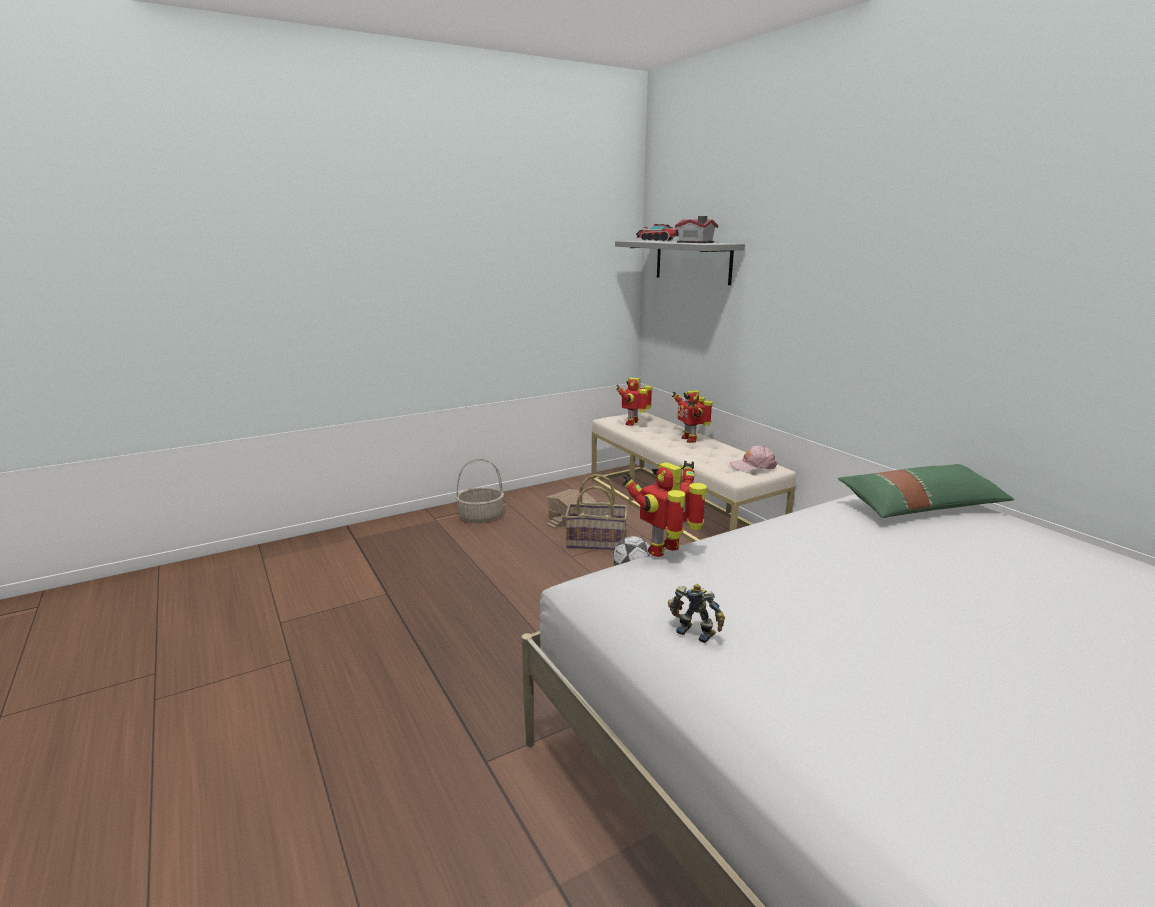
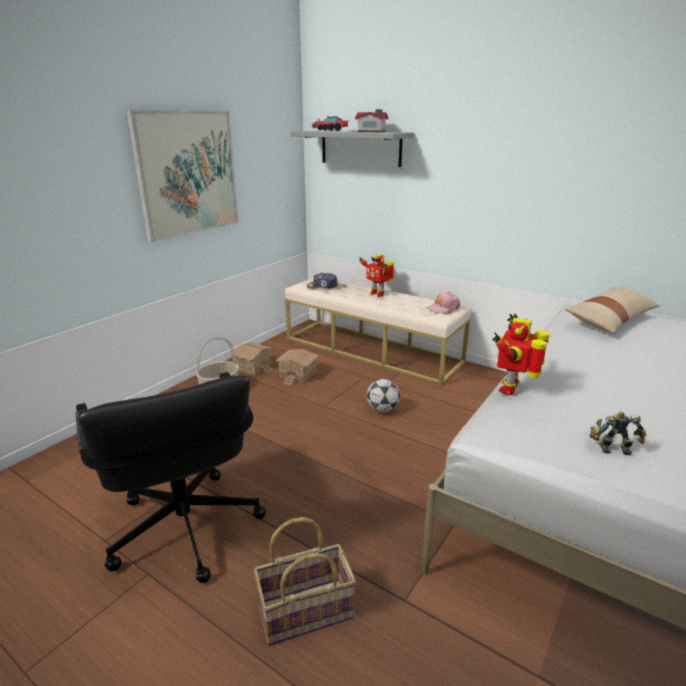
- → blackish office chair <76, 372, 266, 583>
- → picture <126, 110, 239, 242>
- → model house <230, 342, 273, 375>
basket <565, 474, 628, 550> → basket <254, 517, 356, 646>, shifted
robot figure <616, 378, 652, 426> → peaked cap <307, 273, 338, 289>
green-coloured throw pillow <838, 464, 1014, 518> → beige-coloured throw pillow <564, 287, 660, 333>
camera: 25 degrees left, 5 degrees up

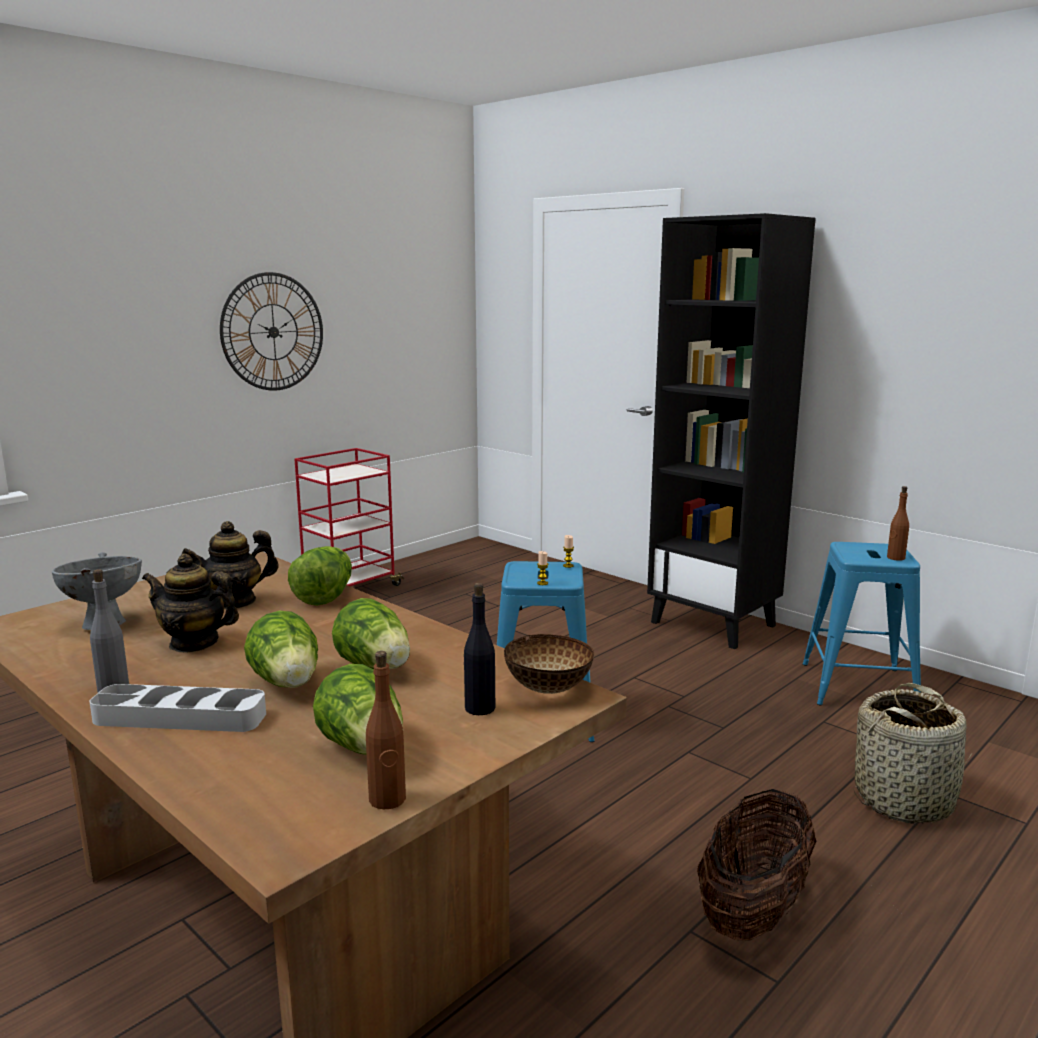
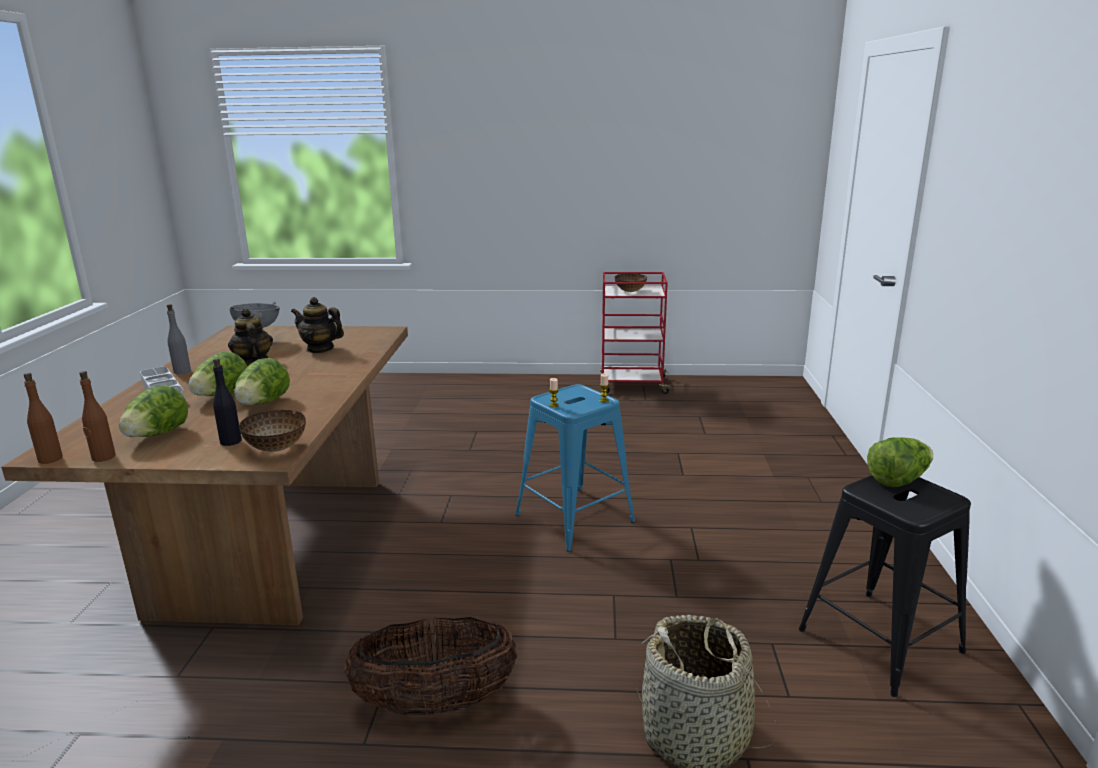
hanging clock <220, 272, 323, 391> → -
blackish bookcase <647, 213, 816, 649> → -
- → deep dish <615, 273, 647, 292>
head of lettuce <288, 546, 352, 606> → head of lettuce <867, 437, 933, 487>, shifted
brownish bottle <887, 486, 909, 561> → brownish bottle <24, 373, 63, 464>, shifted
blue-coloured stool <803, 542, 921, 705> → blackish stool <799, 475, 971, 697>
camera: 50 degrees right, 5 degrees up

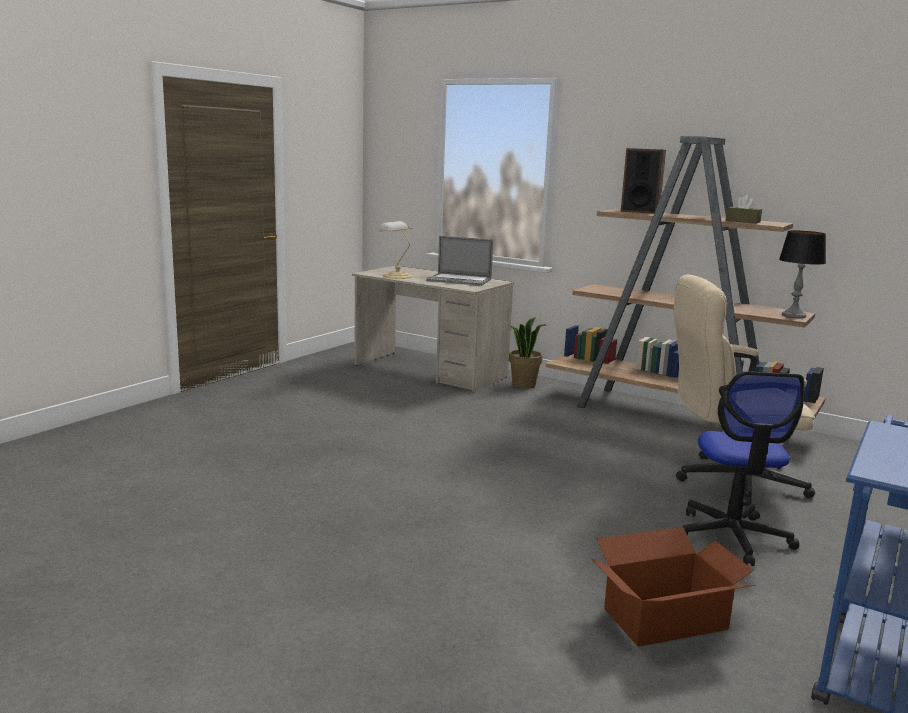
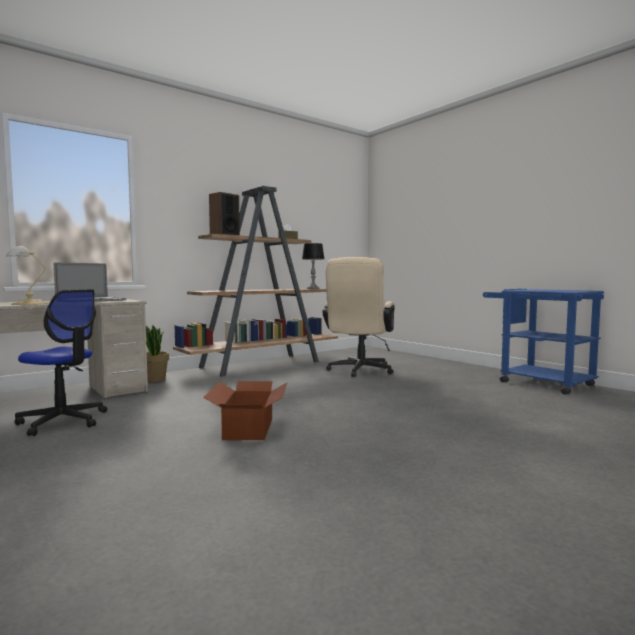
cardboard box <591, 527, 756, 647> → cardboard box <203, 381, 288, 440>, shifted
office chair <682, 371, 804, 566> → office chair <15, 289, 107, 436>, shifted
camera: 70 degrees left, 10 degrees down

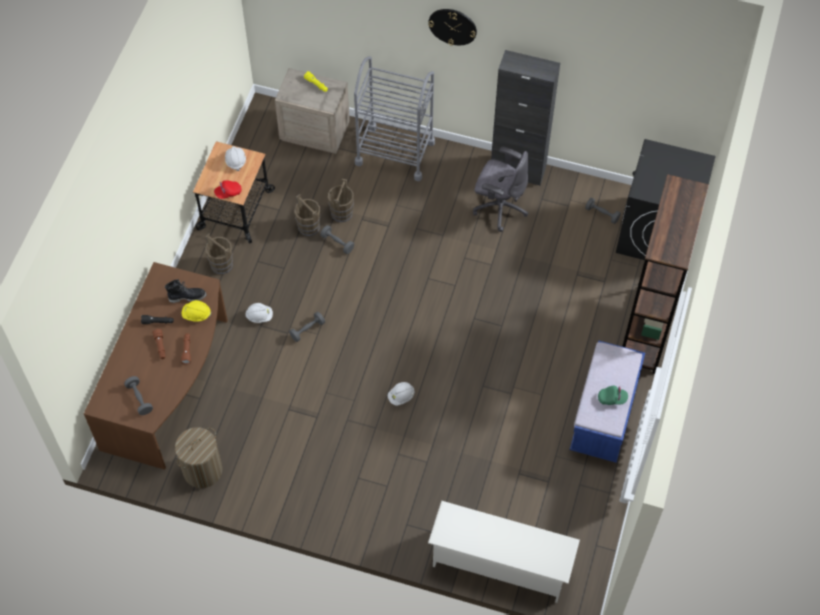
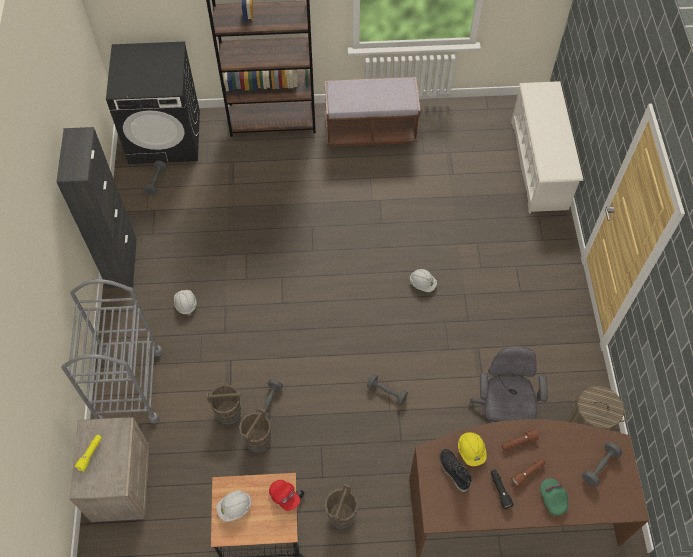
hanging clock <428, 9, 477, 46> → -
whitish work helmet <245, 303, 273, 323> → whitish work helmet <174, 290, 197, 316>, shifted
grey office chair <473, 147, 528, 232> → grey office chair <469, 346, 548, 423>, shifted
green-coloured peaked cap <598, 385, 628, 405> → green-coloured peaked cap <540, 478, 568, 515>, shifted
blue-coloured long seat <570, 341, 645, 463> → brownish long seat <325, 77, 421, 147>
camera: 110 degrees left, 0 degrees up

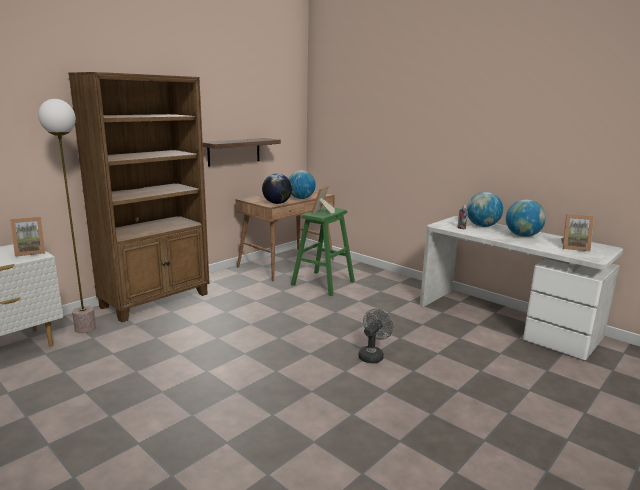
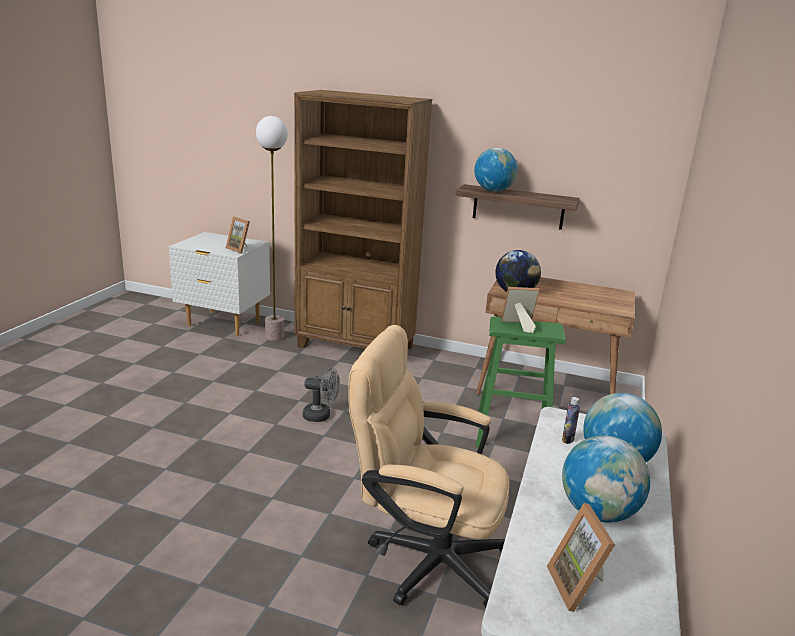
- → beige-coloured office chair <349, 325, 510, 608>
world globe <289, 170, 316, 199> → world globe <474, 148, 518, 192>, shifted
grey electric fan <358, 309, 393, 363> → grey electric fan <303, 368, 340, 422>, shifted
camera: 65 degrees right, 5 degrees up

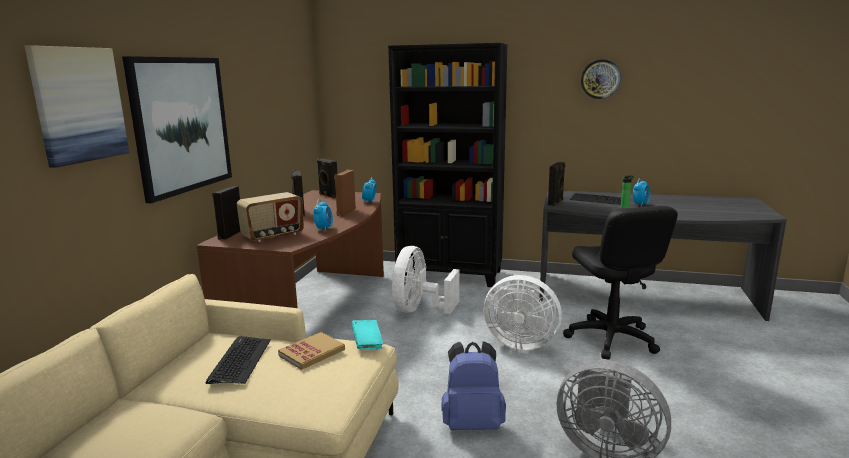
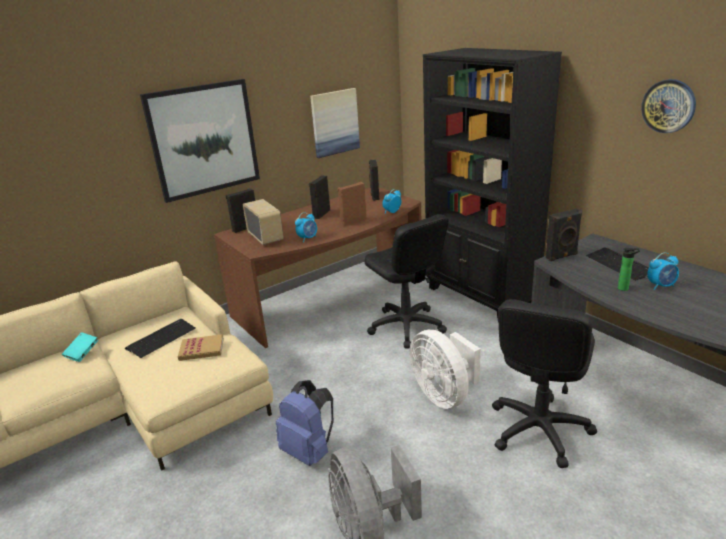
picture <24, 45, 129, 168> → picture <310, 88, 360, 158>, shifted
turquoise book <351, 320, 384, 349> → turquoise book <62, 332, 98, 362>, shifted
whitish electric fan <392, 246, 460, 314> → blackish office chair <364, 214, 449, 349>
radio <237, 192, 304, 242> → radio <243, 199, 284, 245>, 120 degrees counterclockwise
camera: 40 degrees right, 10 degrees up

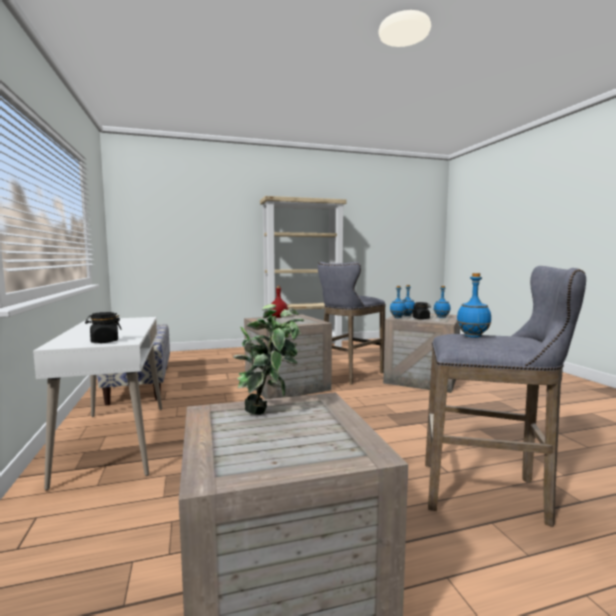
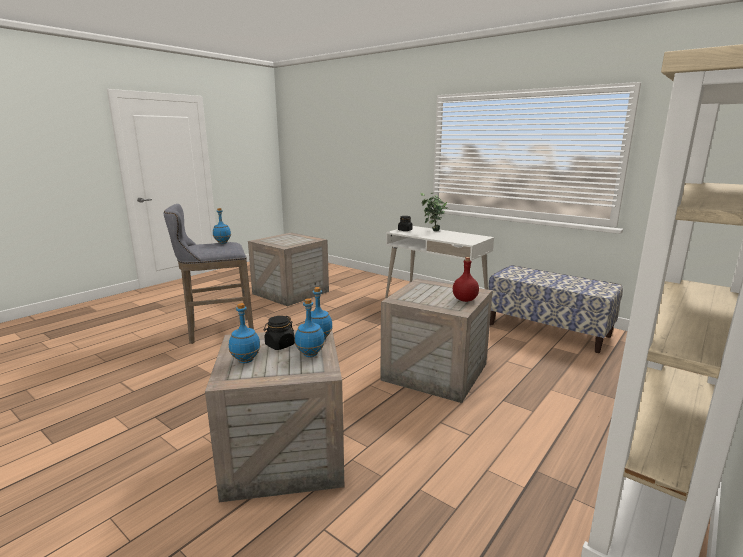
grey stool <318, 262, 386, 385> → -
potted plant <233, 304, 304, 415> → potted plant <420, 193, 447, 231>, shifted
camera: 145 degrees right, 10 degrees up

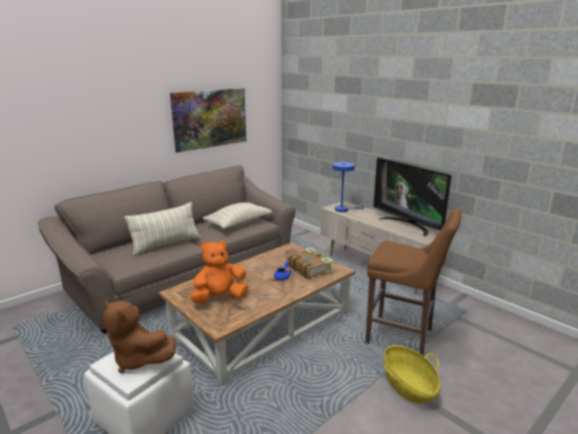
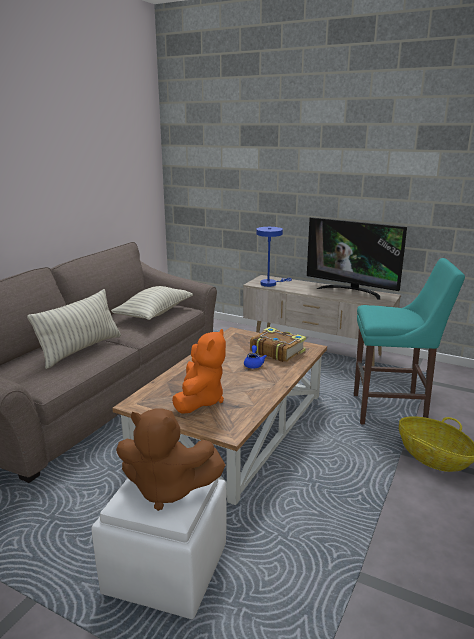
picture <170, 88, 246, 152> → -
brownish stool <365, 209, 461, 356> → turquoise stool <354, 258, 465, 425>
orangey soft toy <190, 240, 248, 303> → orangey soft toy <172, 329, 226, 414>, 150 degrees clockwise
camera: 20 degrees left, 0 degrees up

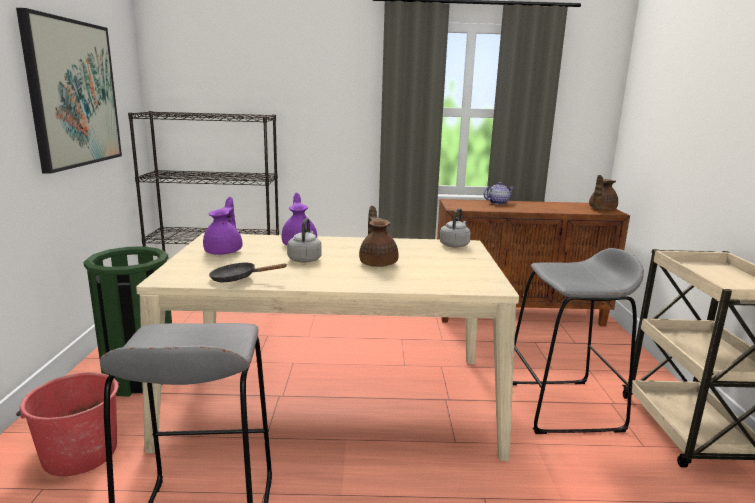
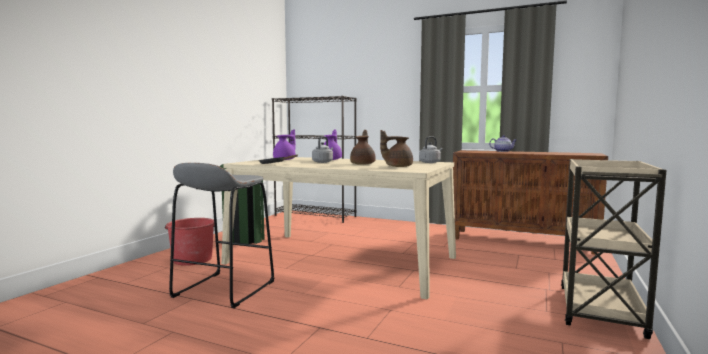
picture <16, 8, 122, 174> → -
grey stool <513, 248, 644, 434> → -
brownish teapot <589, 175, 618, 211> → brownish teapot <380, 130, 413, 167>, shifted
camera: 25 degrees right, 10 degrees down

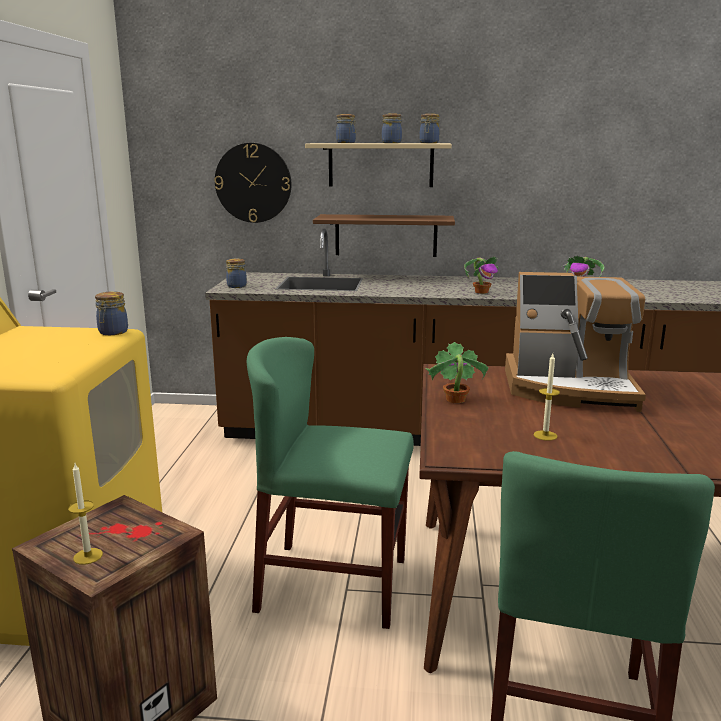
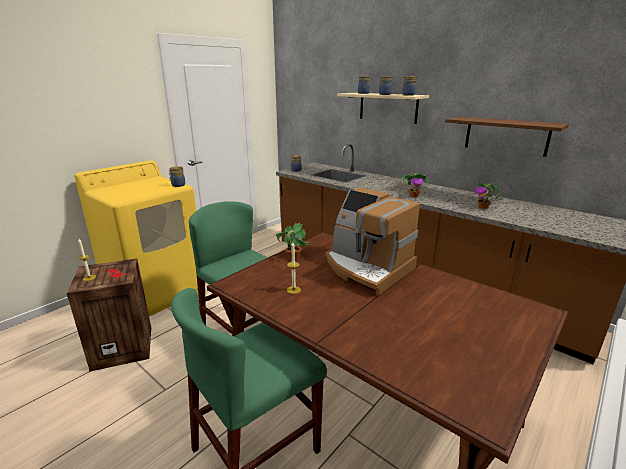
hanging clock <214, 143, 292, 223> → -
brownish wall shelf <313, 214, 455, 257> → brownish wall shelf <445, 116, 569, 157>, shifted
camera: 35 degrees right, 5 degrees up

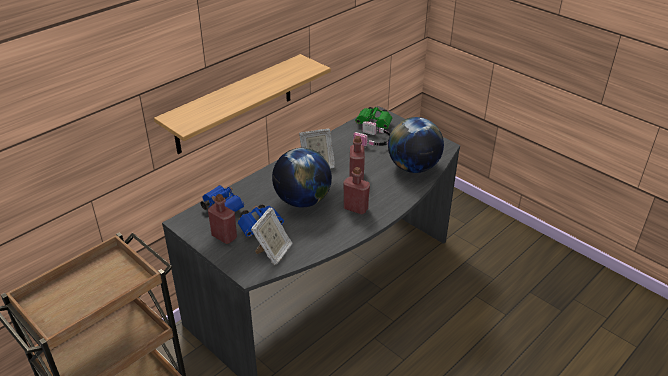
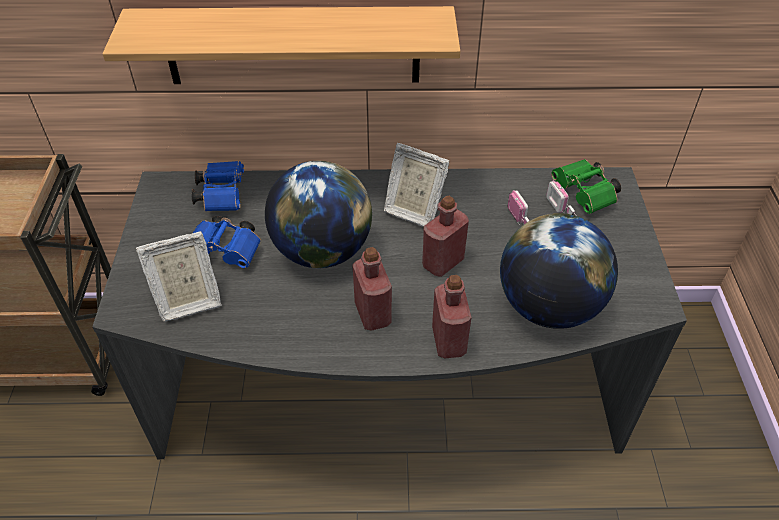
red bottle <208, 194, 237, 244> → red bottle <432, 275, 471, 358>, shifted
camera: 45 degrees right, 10 degrees up

